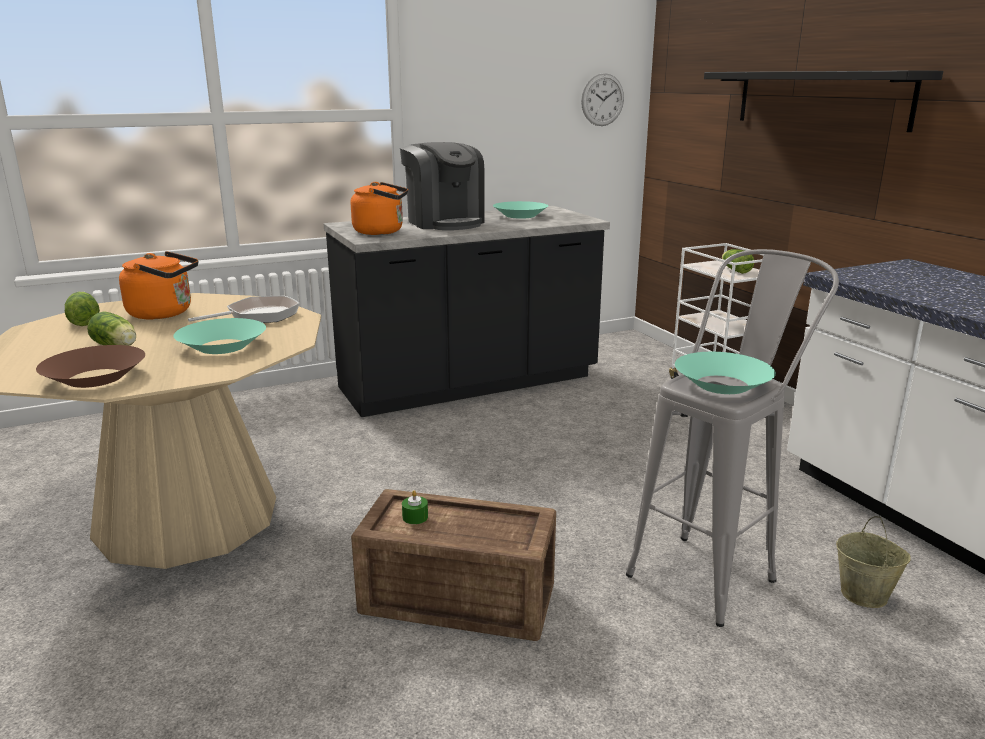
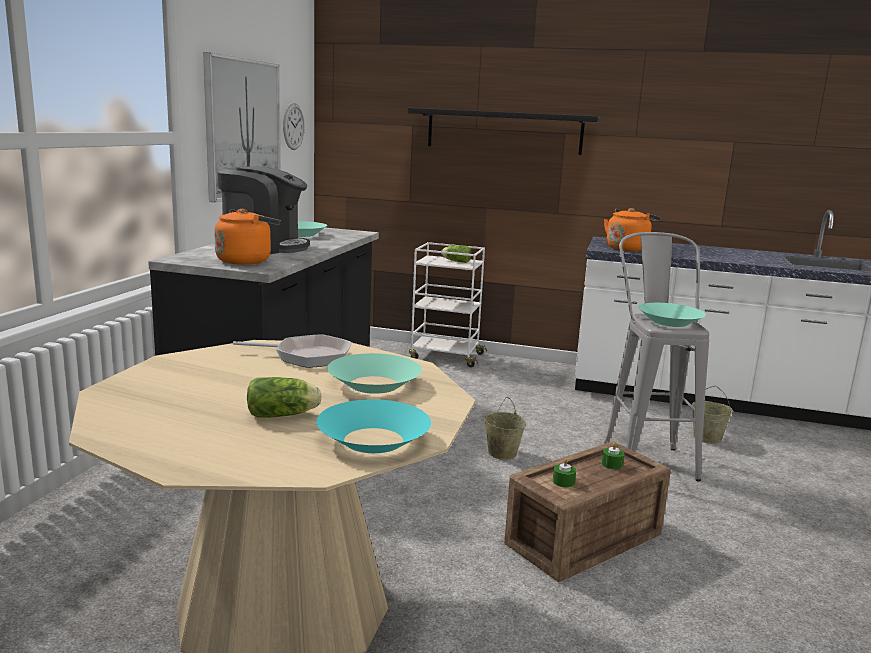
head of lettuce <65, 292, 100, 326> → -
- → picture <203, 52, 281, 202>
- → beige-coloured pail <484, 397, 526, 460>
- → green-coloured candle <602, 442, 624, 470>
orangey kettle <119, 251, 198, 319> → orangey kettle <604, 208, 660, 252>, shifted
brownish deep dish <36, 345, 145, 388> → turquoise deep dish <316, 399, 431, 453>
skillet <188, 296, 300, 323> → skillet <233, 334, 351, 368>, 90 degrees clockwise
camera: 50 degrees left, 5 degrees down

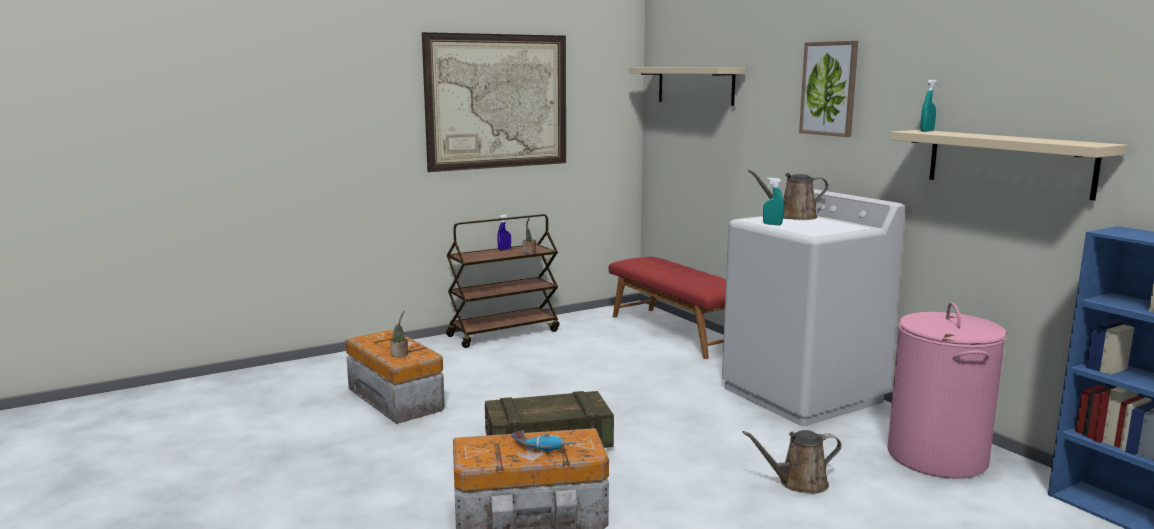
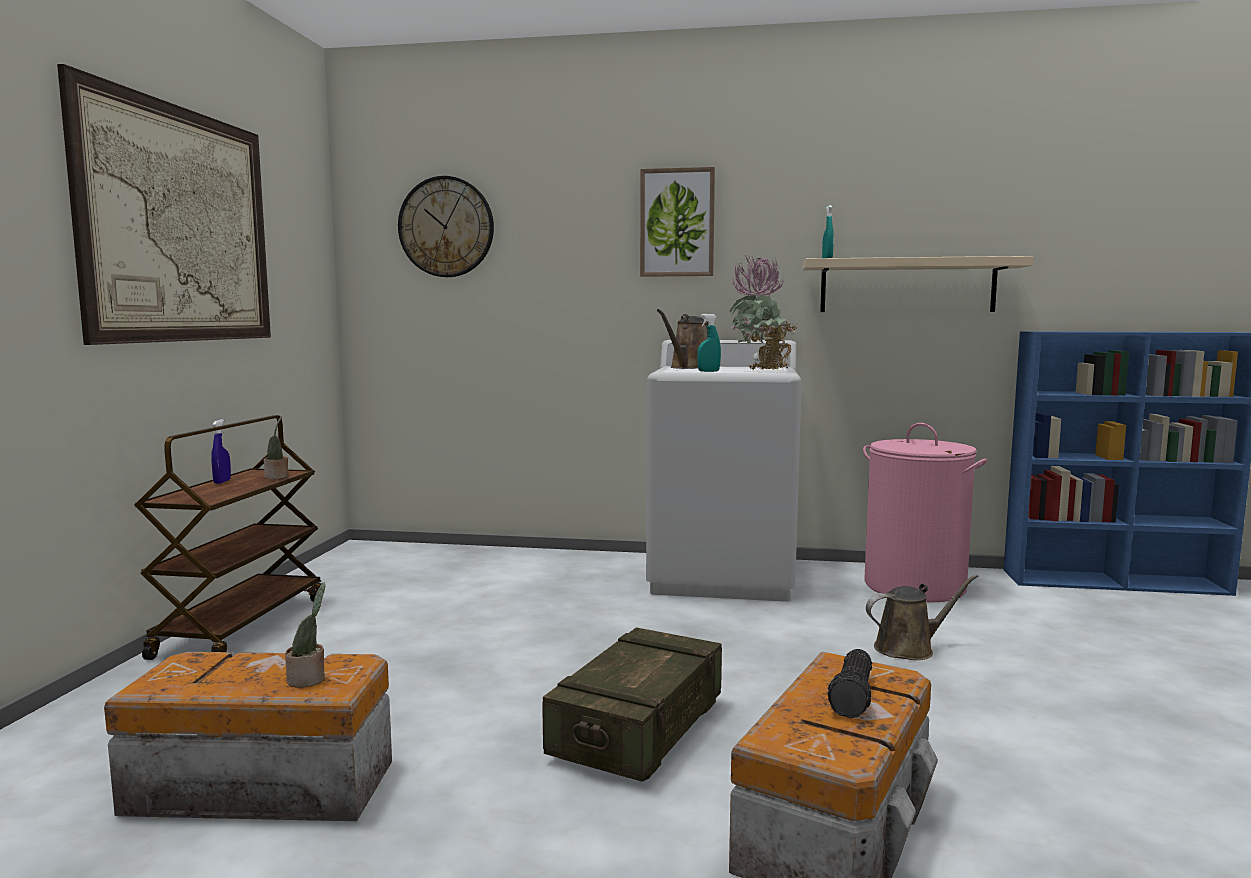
red long seat <609, 257, 726, 359> → -
- → potted plant <729, 255, 798, 370>
power drill <511, 430, 576, 451> → flashlight <828, 649, 872, 718>
beige-coloured wall shelf <629, 67, 745, 106> → hanging clock <398, 176, 494, 277>
brownish sprinkling can <742, 430, 841, 494> → brownish sprinkling can <866, 574, 978, 660>, 135 degrees counterclockwise
camera: 50 degrees left, 5 degrees down

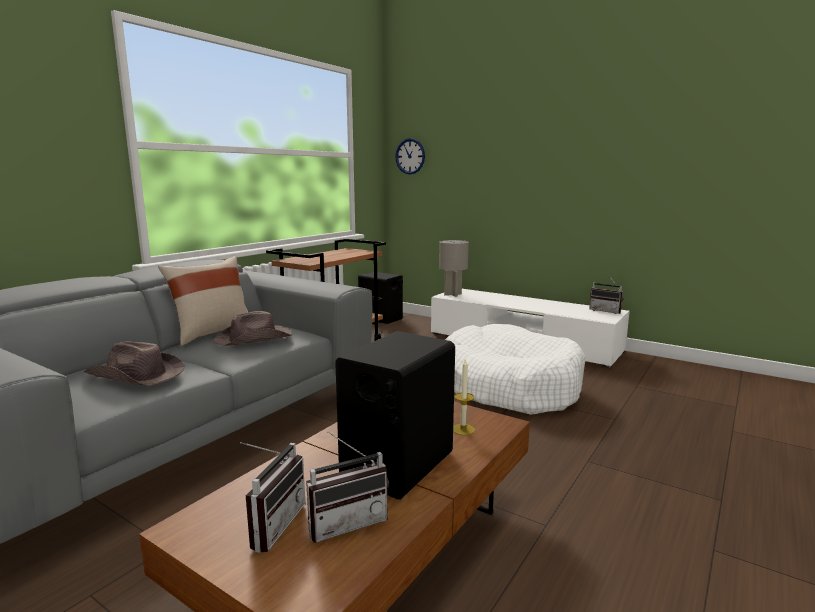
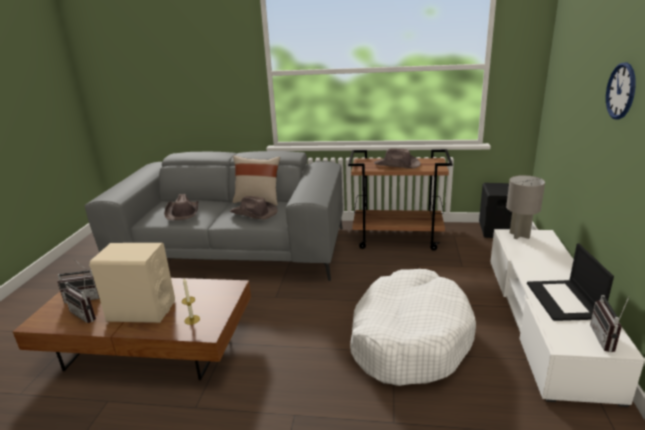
- → brownish wearable hat <374, 149, 421, 169>
- → portable computer <527, 244, 614, 321>
hanging clock <395, 138, 425, 174> → hanging clock <606, 62, 636, 120>, shifted
blackish speaker <335, 331, 455, 499> → beige-coloured speaker <89, 243, 175, 323>
camera: 65 degrees right, 10 degrees up

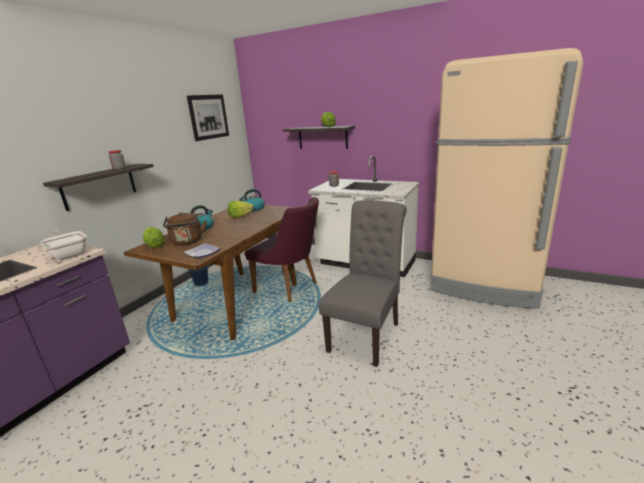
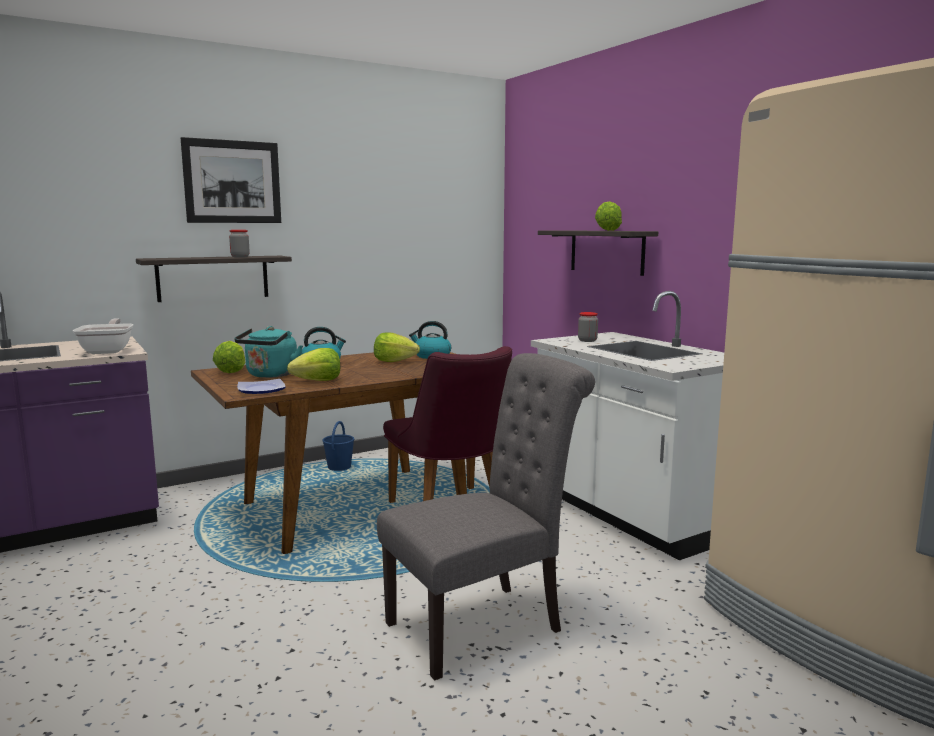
- → head of lettuce <287, 348, 340, 381>
picture <187, 94, 229, 141> → picture <181, 137, 281, 223>, shifted
brownish kettle <163, 212, 207, 245> → turquoise kettle <234, 326, 303, 378>
camera: 30 degrees right, 10 degrees down

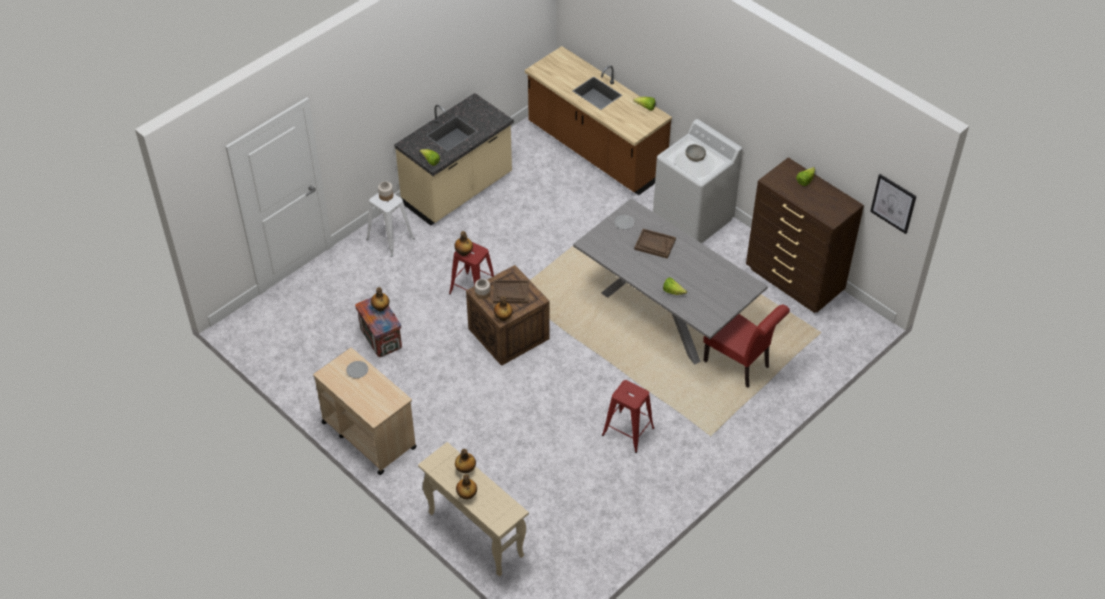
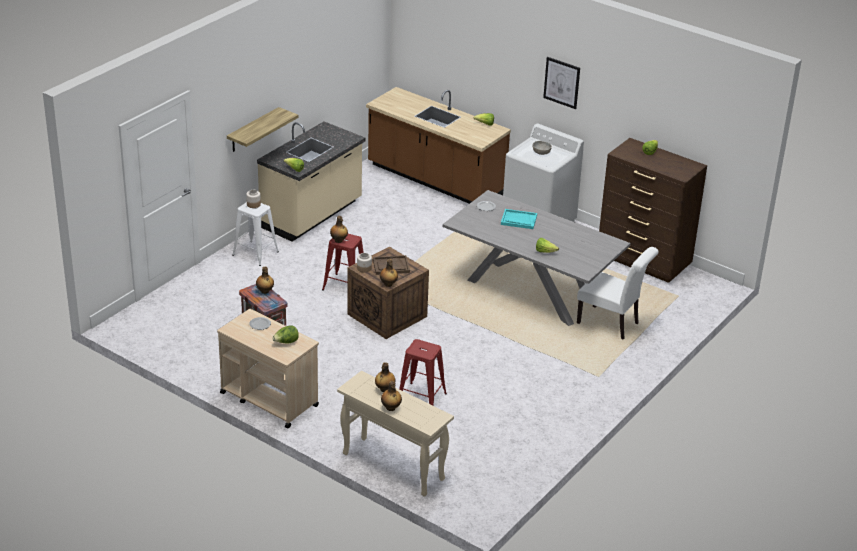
- → wall shelf <227, 107, 298, 152>
- → head of lettuce <272, 325, 299, 344>
red stool <602, 380, 655, 453> → red stool <399, 339, 447, 406>, shifted
picture <870, 174, 917, 234> → picture <543, 57, 580, 109>, shifted
brownish serving tray <634, 229, 676, 259> → turquoise serving tray <501, 209, 537, 229>
red chair <703, 304, 790, 388> → whitish chair <577, 247, 659, 340>
camera: 10 degrees left, 15 degrees down

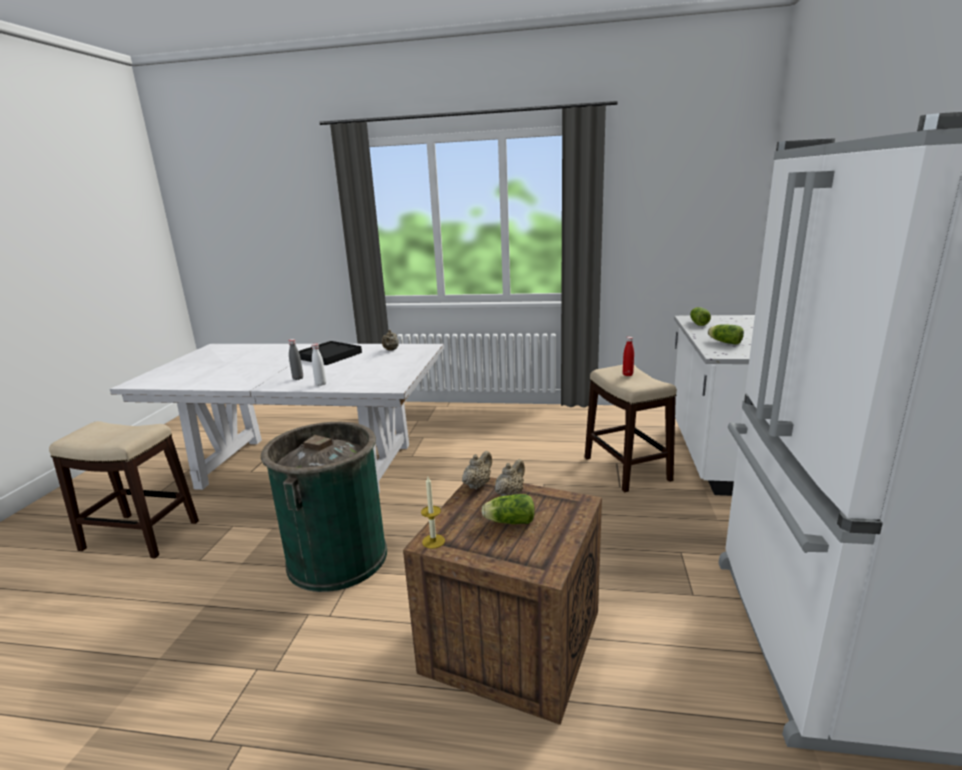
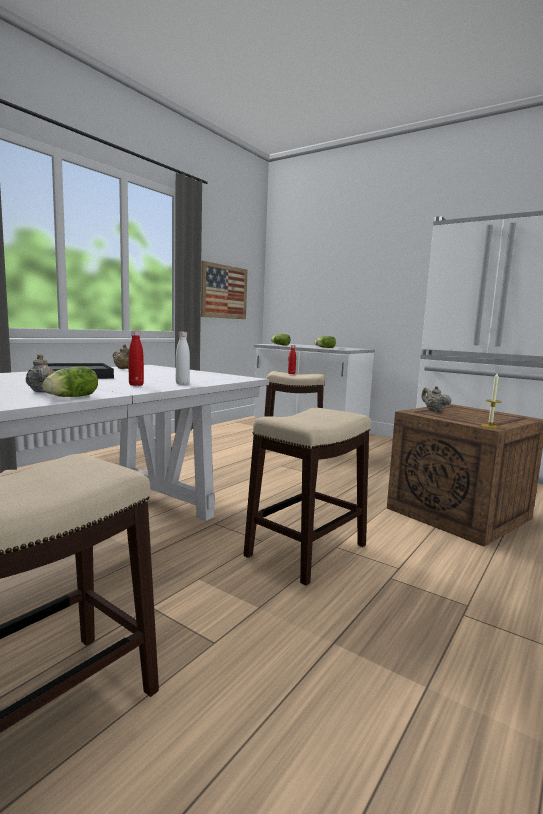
- → picture <201, 261, 247, 319>
beige-coloured teapot <462, 451, 492, 489> → beige-coloured teapot <26, 354, 55, 392>, shifted
head of lettuce <482, 494, 535, 524> → head of lettuce <42, 366, 98, 397>, shifted
green-coloured rubbish bin <261, 422, 387, 592> → stool <244, 408, 371, 586>
grey bottle <288, 339, 303, 380> → red bottle <128, 330, 144, 386>
camera: 65 degrees left, 10 degrees down

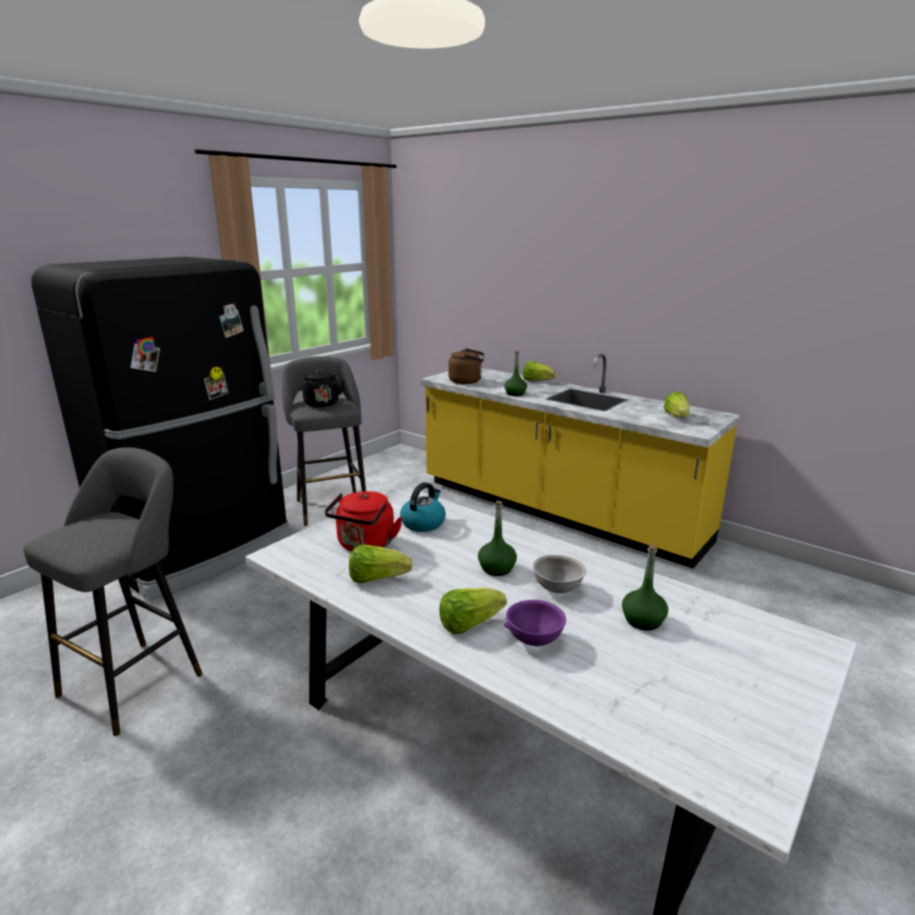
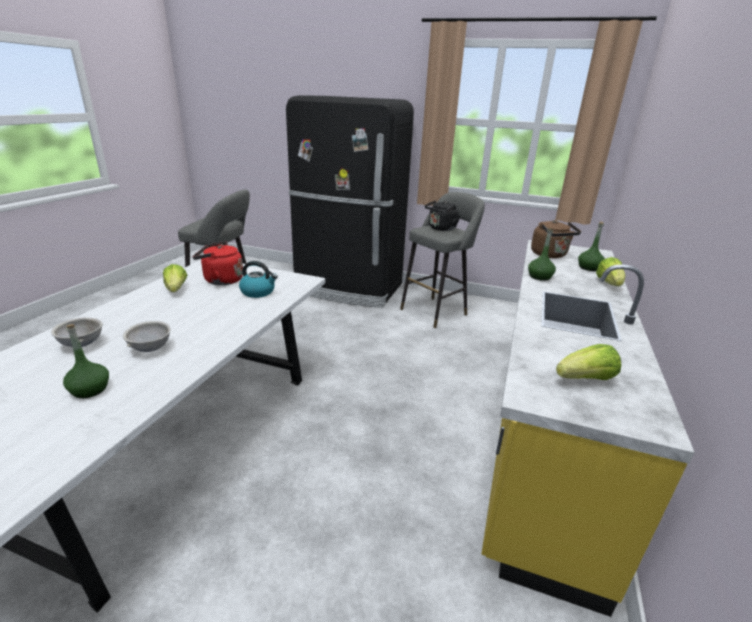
head of lettuce <439, 588, 507, 634> → -
green-coloured bottle <478, 501, 517, 576> → green-coloured bottle <578, 222, 605, 271>, shifted
purple-coloured deep dish <504, 600, 566, 646> → grey deep dish <51, 317, 103, 347>
camera: 70 degrees right, 5 degrees up

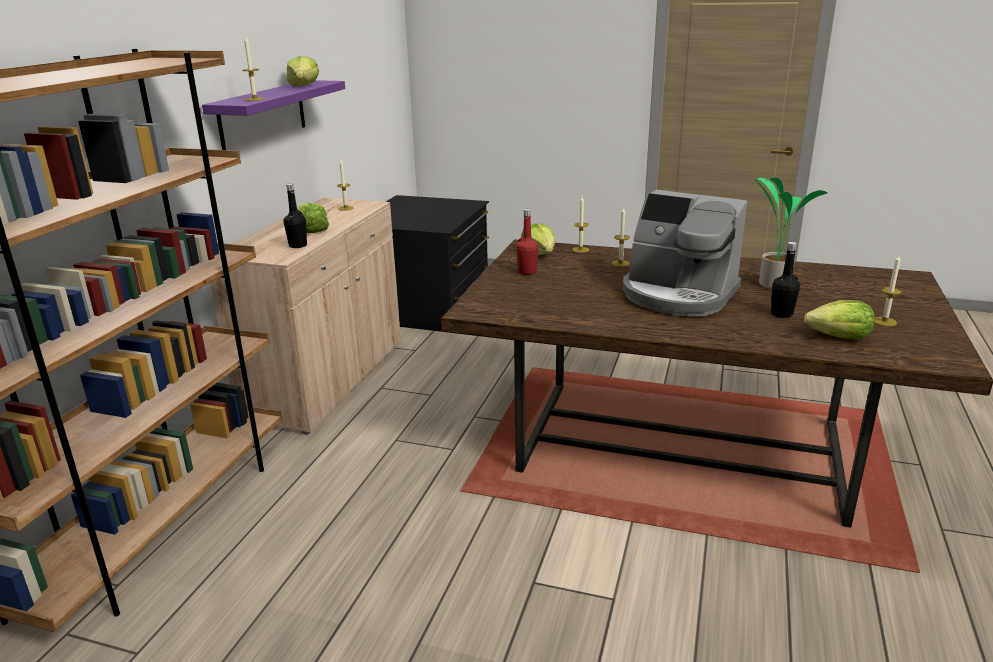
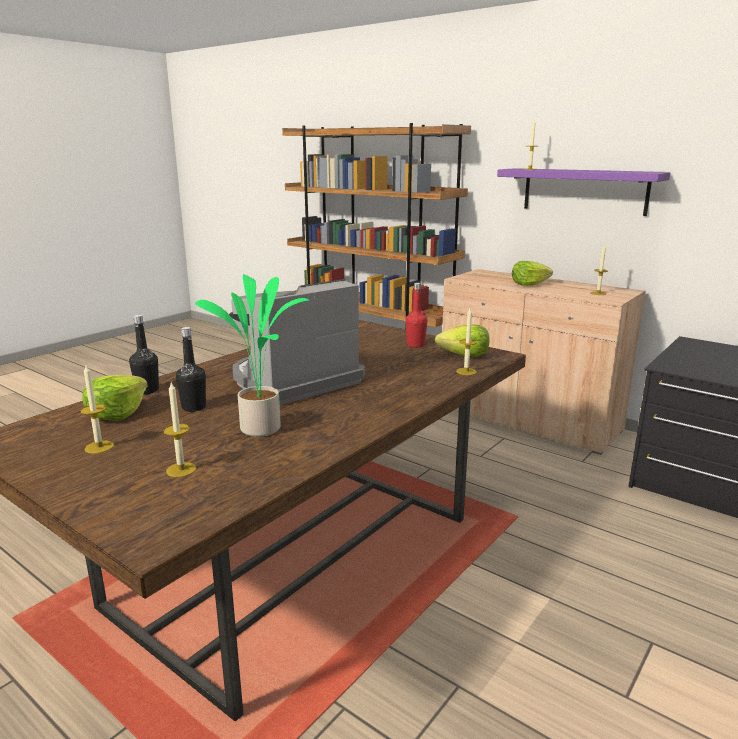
head of lettuce <287, 56, 319, 86> → -
blackish bottle <284, 183, 307, 248> → blackish bottle <129, 315, 159, 394>, shifted
candle <612, 207, 630, 267> → candle <164, 382, 196, 477>, shifted
camera: 110 degrees right, 5 degrees down

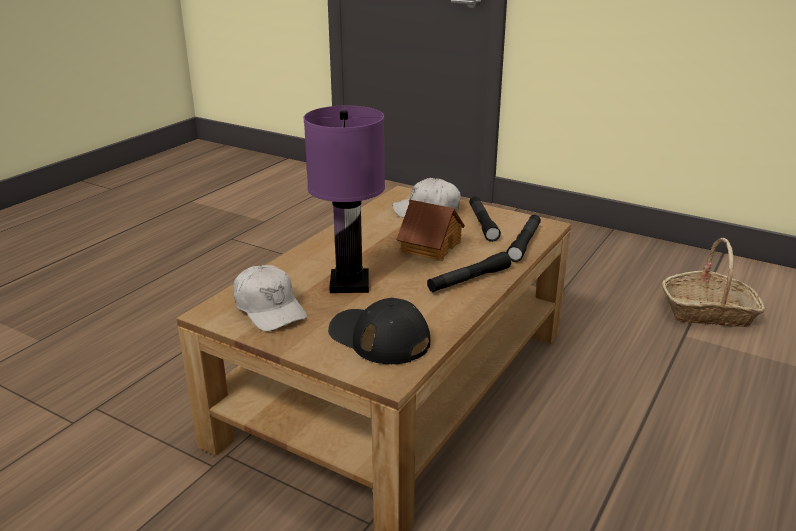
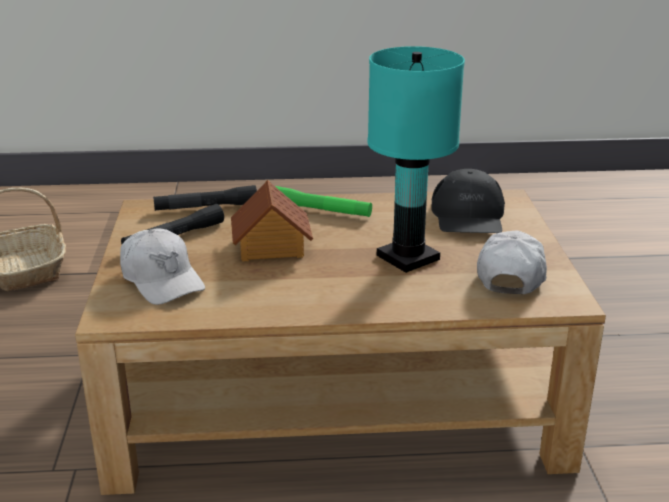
purple-coloured tabletop lamp <304, 105, 385, 293> → turquoise tabletop lamp <368, 46, 465, 273>
blackish flashlight <427, 252, 511, 292> → green-coloured flashlight <275, 186, 372, 217>
camera: 125 degrees left, 0 degrees up

